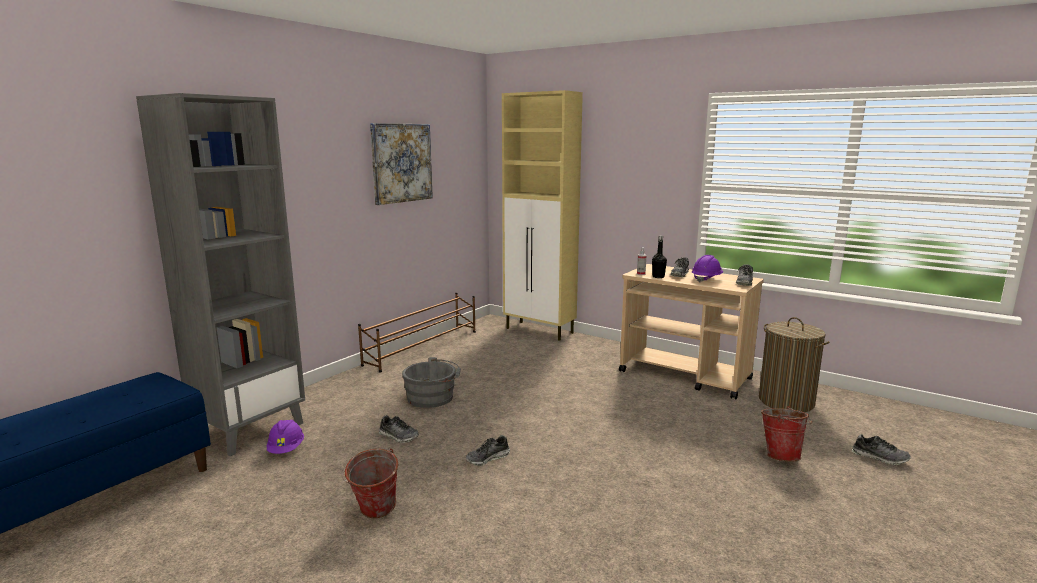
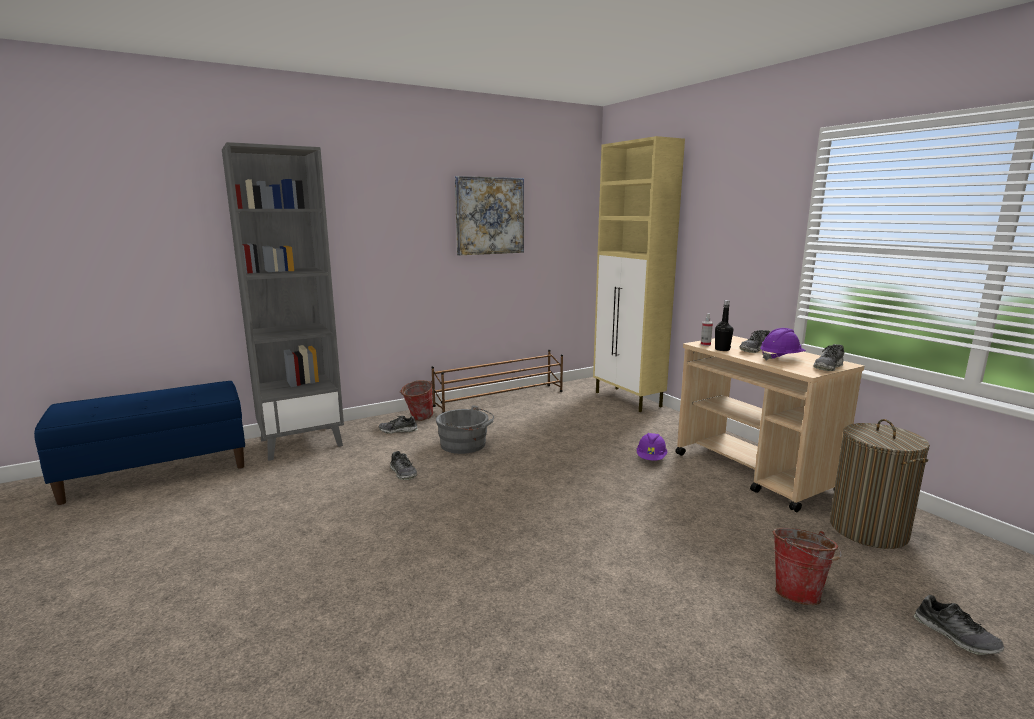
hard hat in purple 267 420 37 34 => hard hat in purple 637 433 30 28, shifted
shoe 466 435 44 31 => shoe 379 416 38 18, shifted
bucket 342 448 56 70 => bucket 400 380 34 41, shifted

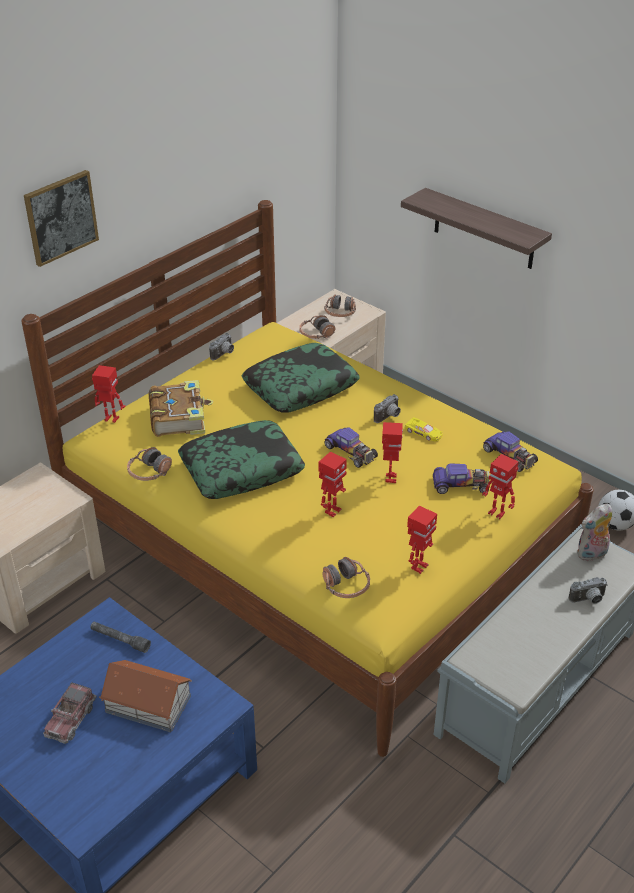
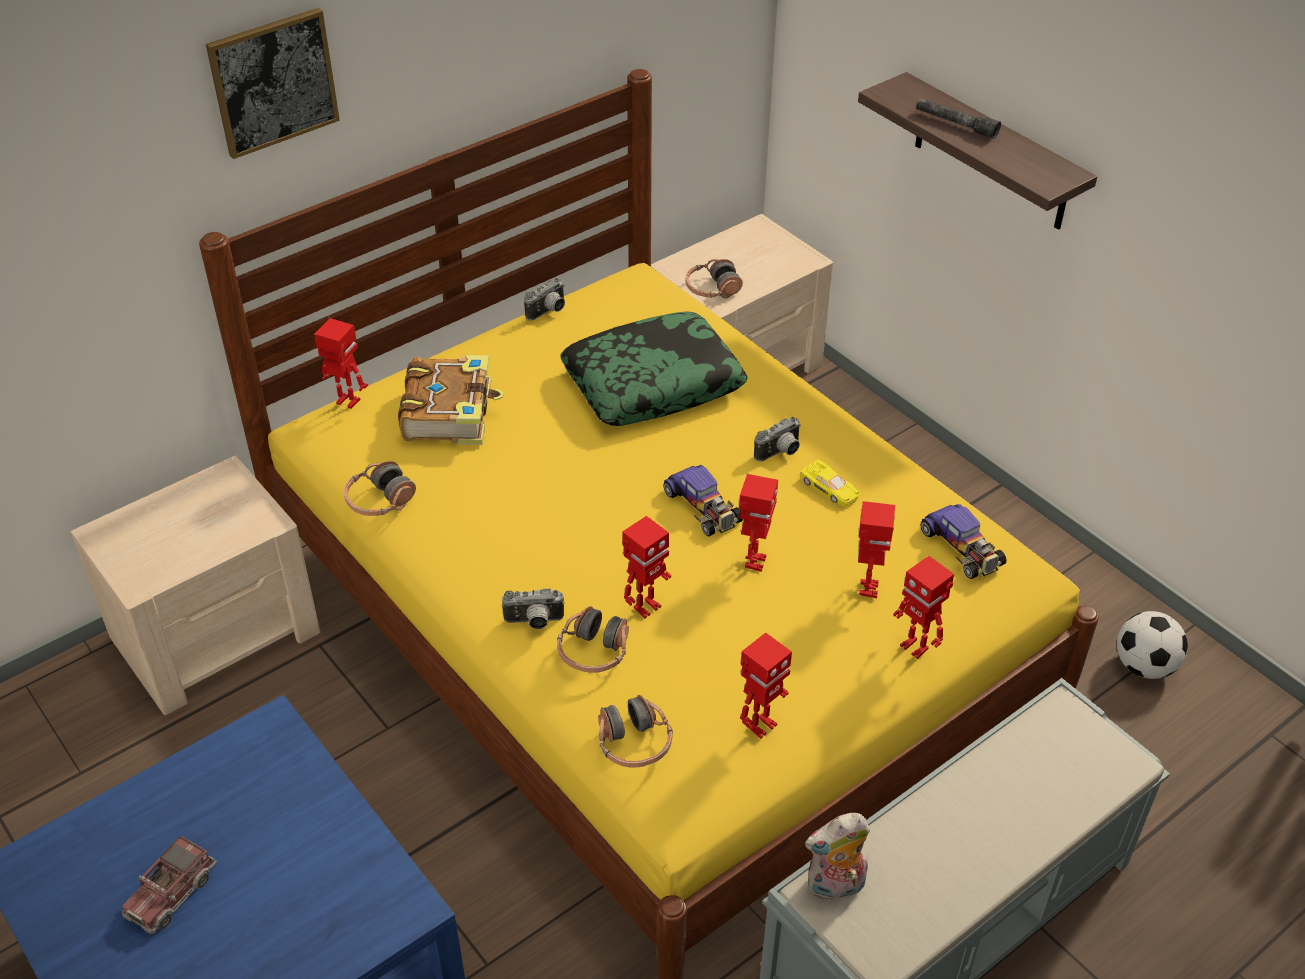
headphones 324 294 32 23 => headphones 557 606 72 67, shifted
pillow 178 420 127 79 => nothing
toy car 433 463 56 31 => toy robot 858 501 37 97
plush toy 577 503 35 58 => plush toy 805 813 65 88, shifted
photo camera 568 577 40 27 => photo camera 502 589 63 40, shifted
flashlight in grey 91 622 60 31 => flashlight in grey 916 98 85 41, shifted
toy house 99 660 93 72 => nothing

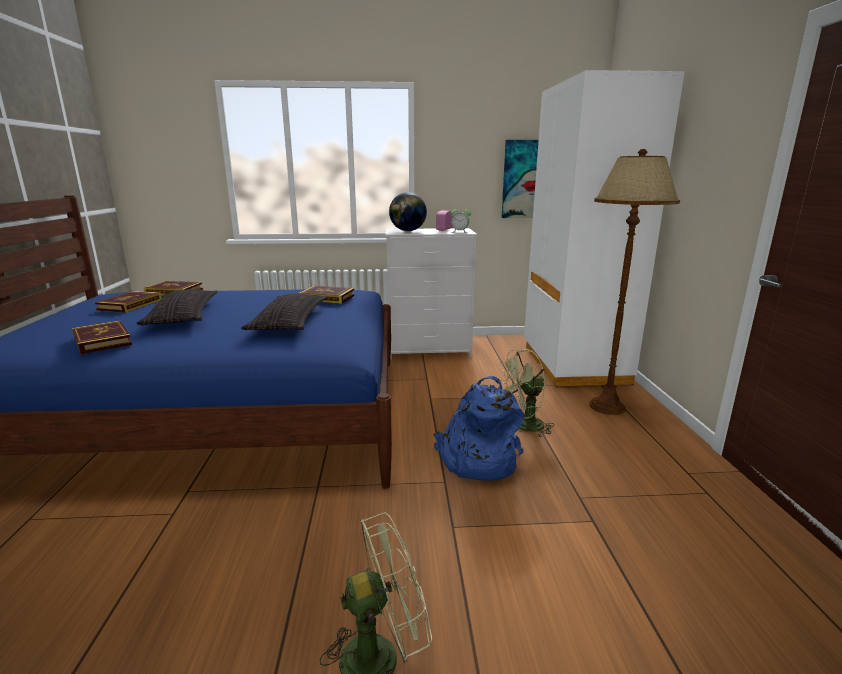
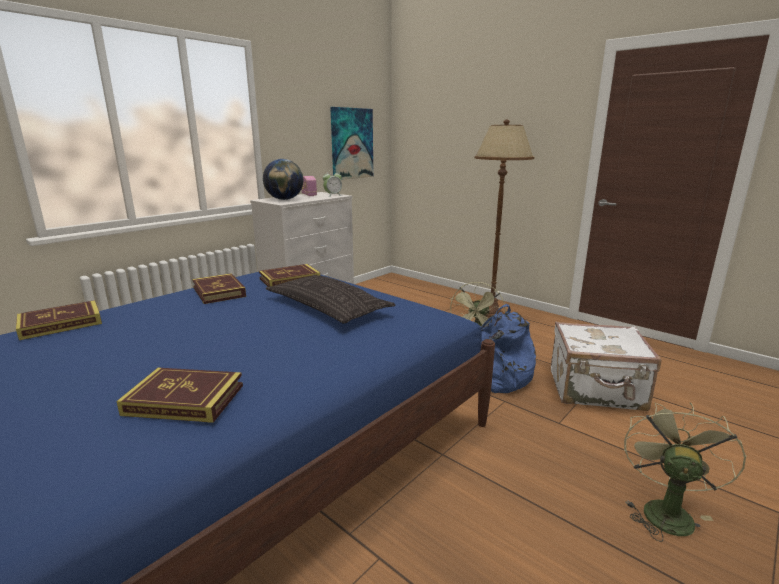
wardrobe in white 524 70 161 317 => nothing
pillow 136 289 81 36 => nothing
book 95 291 67 22 => book 192 273 54 31, shifted
nothing => suitcase in white 551 322 110 89

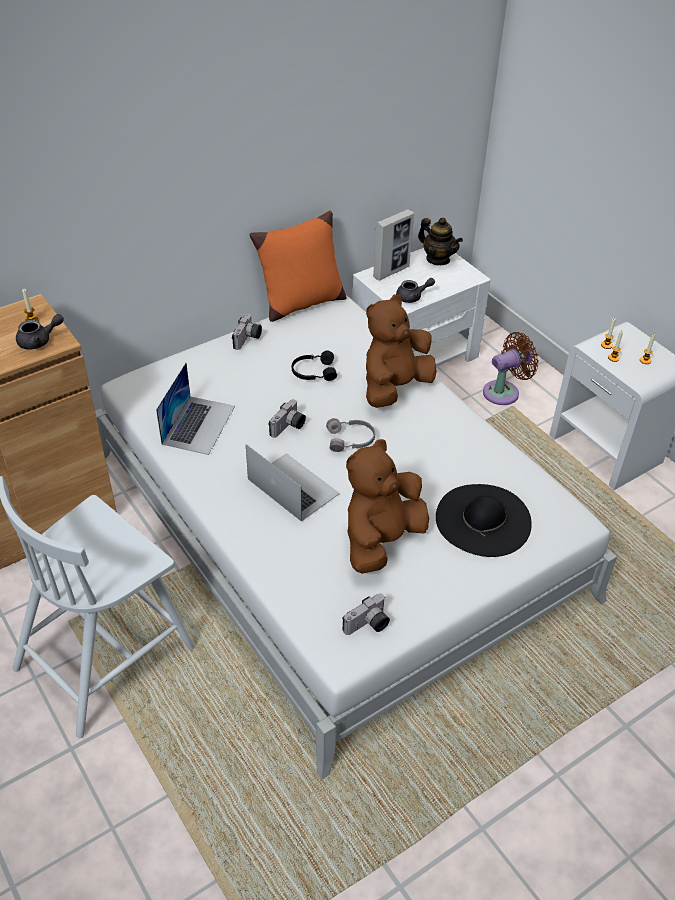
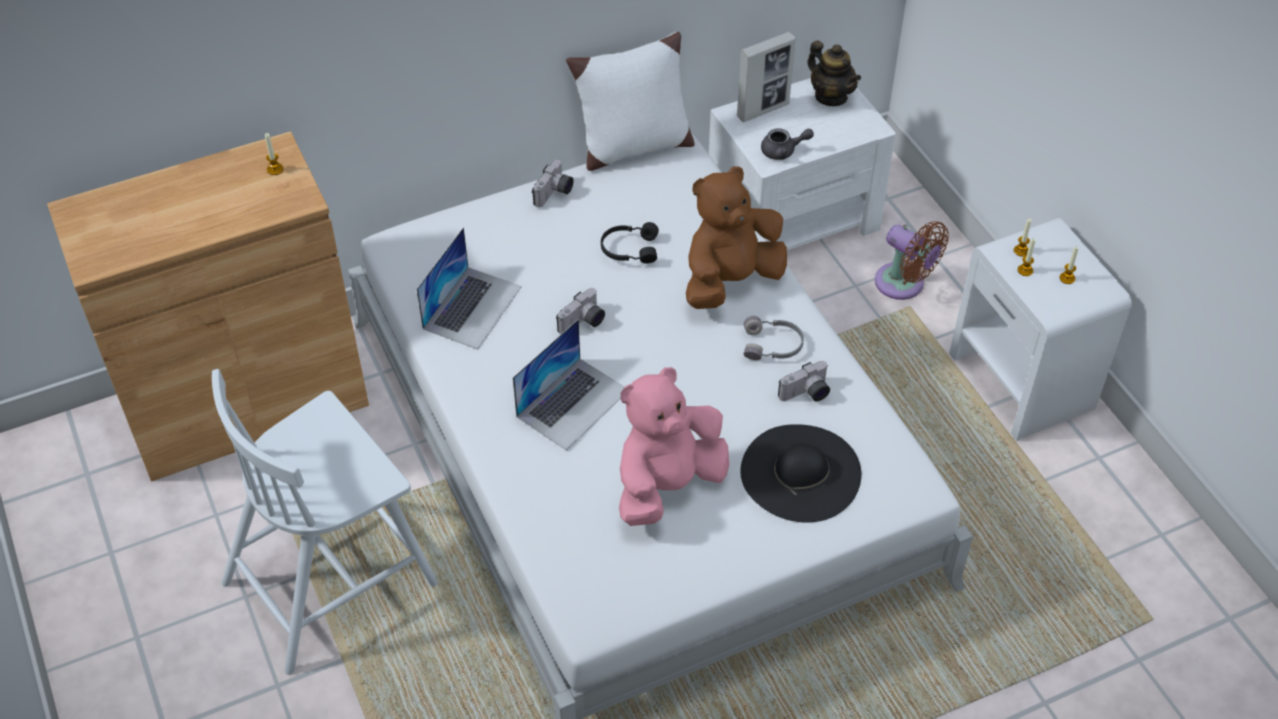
pillow in orange 249 210 98 112 => pillow in white 566 31 129 140
teapot in grey 16 314 48 36 => nothing
fan in brown 483 332 56 73 => fan in brown 875 221 74 79, 60 degrees clockwise
headphones in grey 326 418 49 34 => headphones in grey 744 316 60 44, shifted
plush toy in brown 346 439 83 135 => plush toy in pink 619 367 110 159
laptop 246 444 94 78 => laptop 513 319 111 131, 75 degrees clockwise
photo camera 342 593 48 42 => photo camera 778 361 52 40, shifted

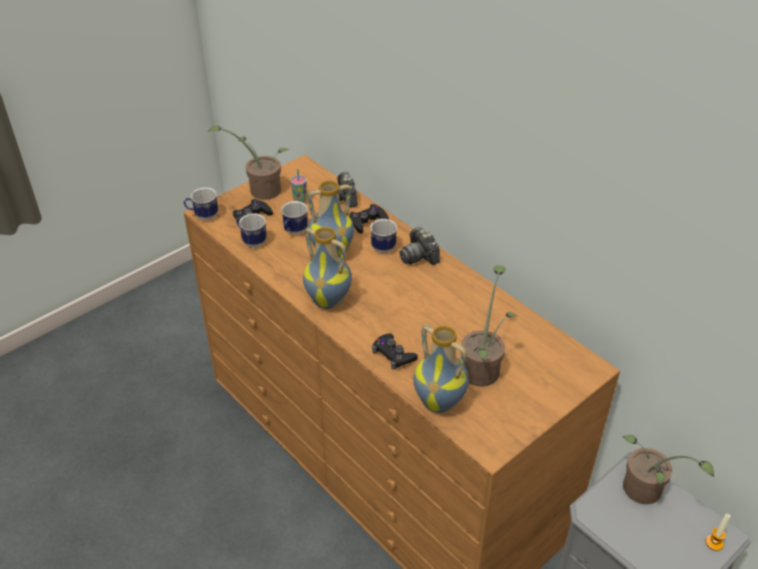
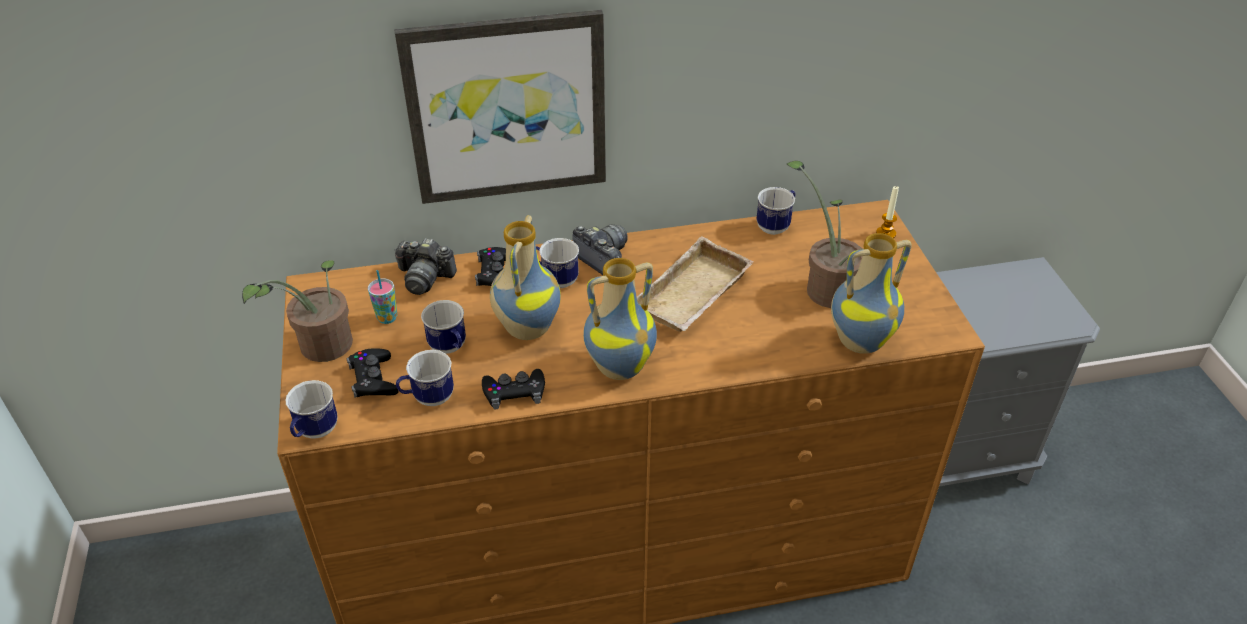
photo camera 400 227 40 38 => photo camera 572 224 56 51, 135 degrees counterclockwise
game controller in black 372 334 46 36 => game controller in black 482 369 63 41, shifted
potted plant 623 435 91 69 => nothing
candle 706 514 24 37 => candle 876 186 23 52, shifted
nothing => picture 395 10 211 194
nothing => mug 756 187 40 48
nothing => tray in beige 637 236 117 96

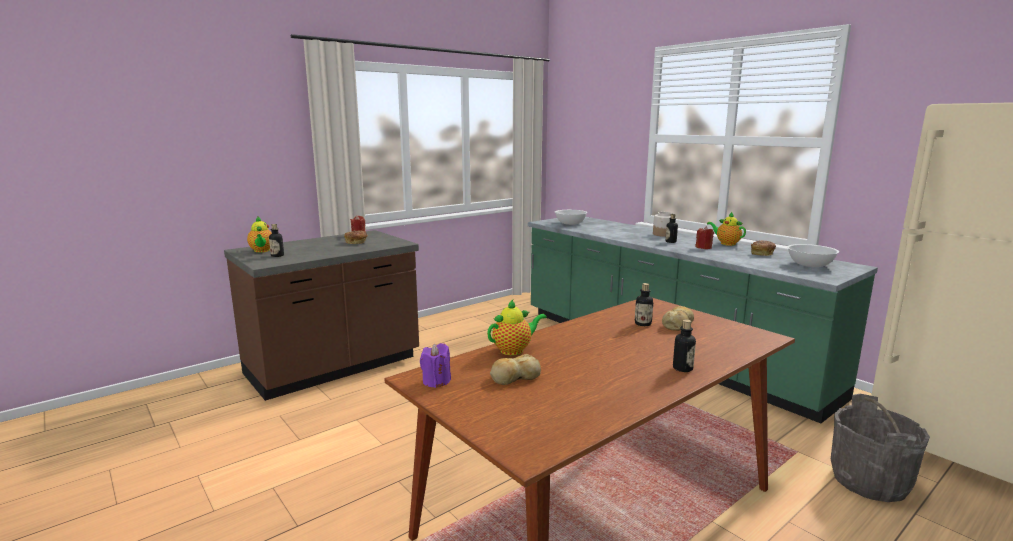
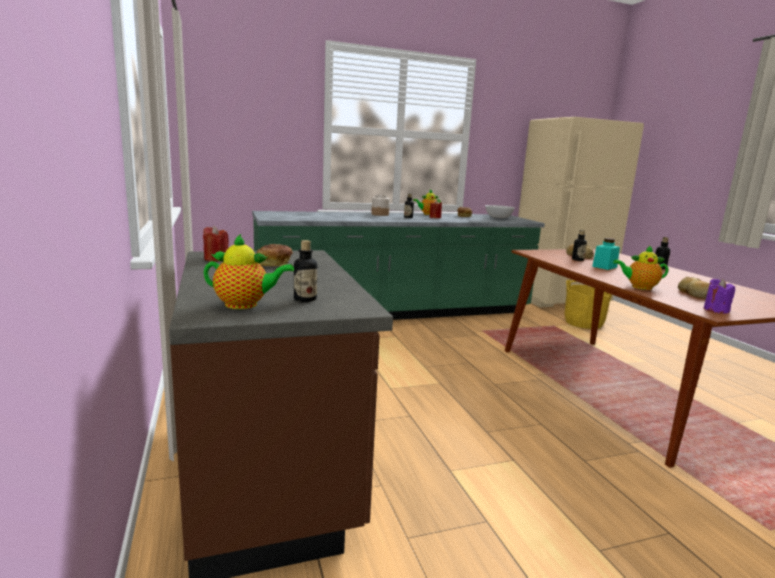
bowl in white 555 210 33 15 => nothing
teapot 487 300 60 55 => teapot 613 245 56 45, 75 degrees counterclockwise
bucket in grey 831 394 99 108 => bucket in yellow 564 279 48 50
nothing => jar in turquoise 592 238 28 32

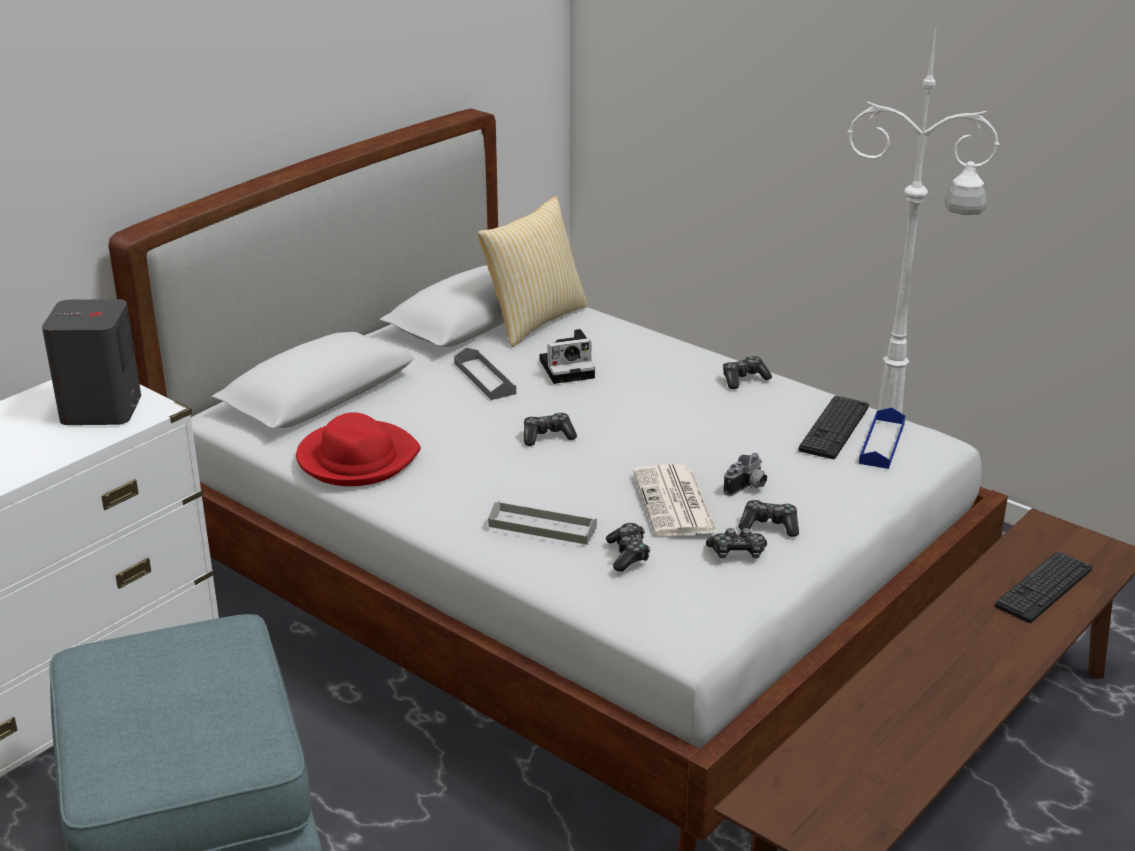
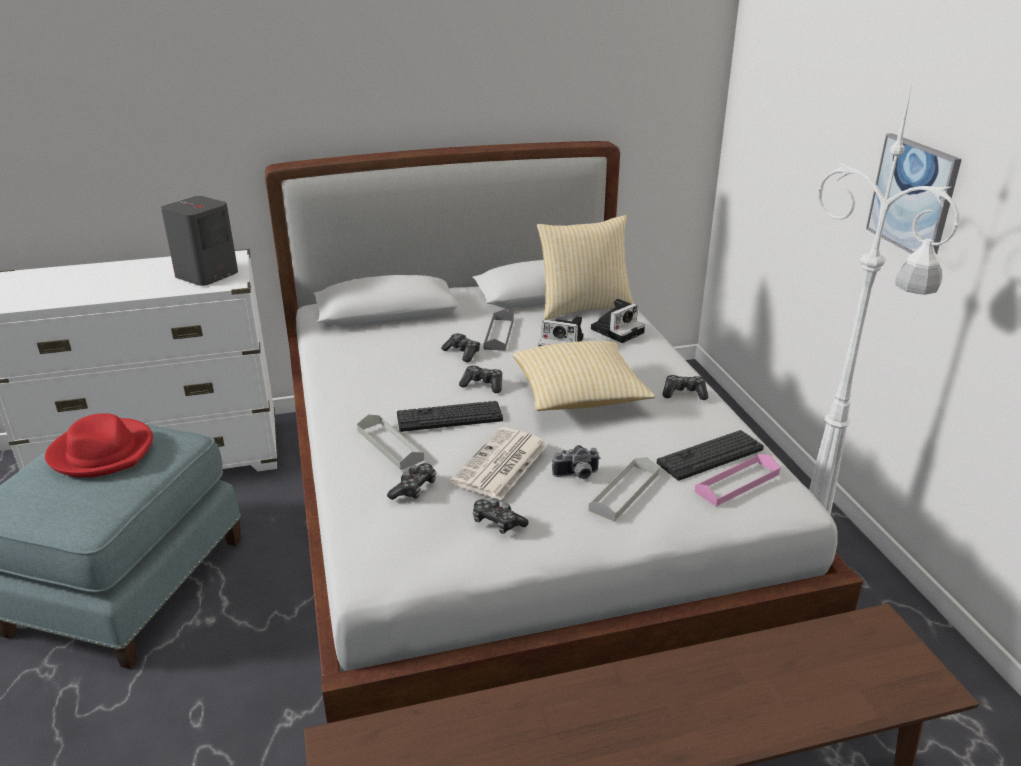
tray in blue 859 407 46 62 => tray in pink 695 454 85 52
hat in red 296 413 125 73 => hat in red 45 413 108 65, shifted
game controller 739 500 60 37 => game controller 441 333 39 29, shifted
keyboard 995 551 97 72 => keyboard 397 401 106 31, shifted
nothing => picture 866 133 96 121
nothing => photo camera 591 299 54 44
nothing => pillow 513 341 142 70
nothing => tray in grey 589 457 70 65

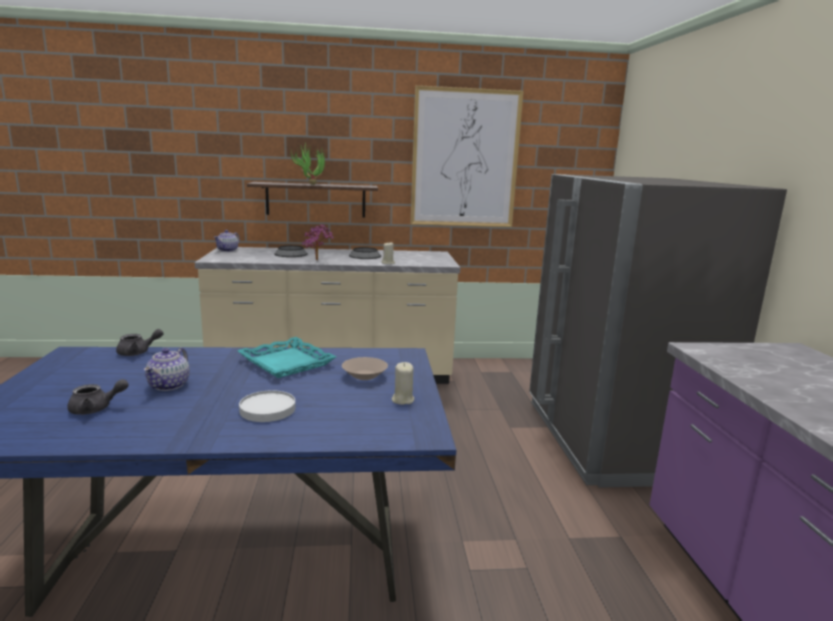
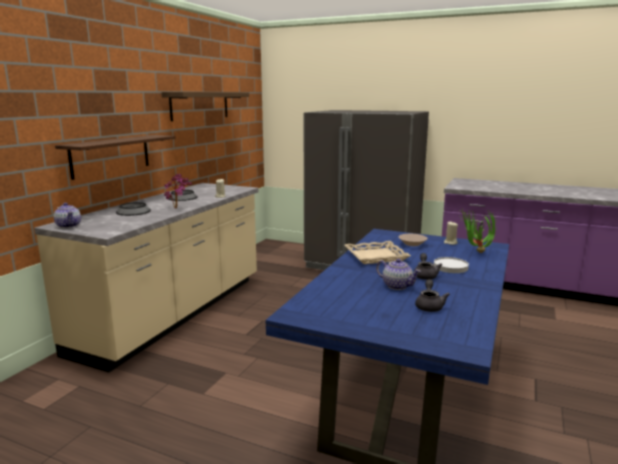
picture 411 85 113 142 => shelf 161 92 88 29
potted plant 290 142 35 43 => potted plant 459 209 38 44, shifted
teapot in grey 116 329 48 27 => teapot in grey 414 253 29 27, shifted
tray in turquoise 238 337 98 41 => tray in beige 345 241 66 23

